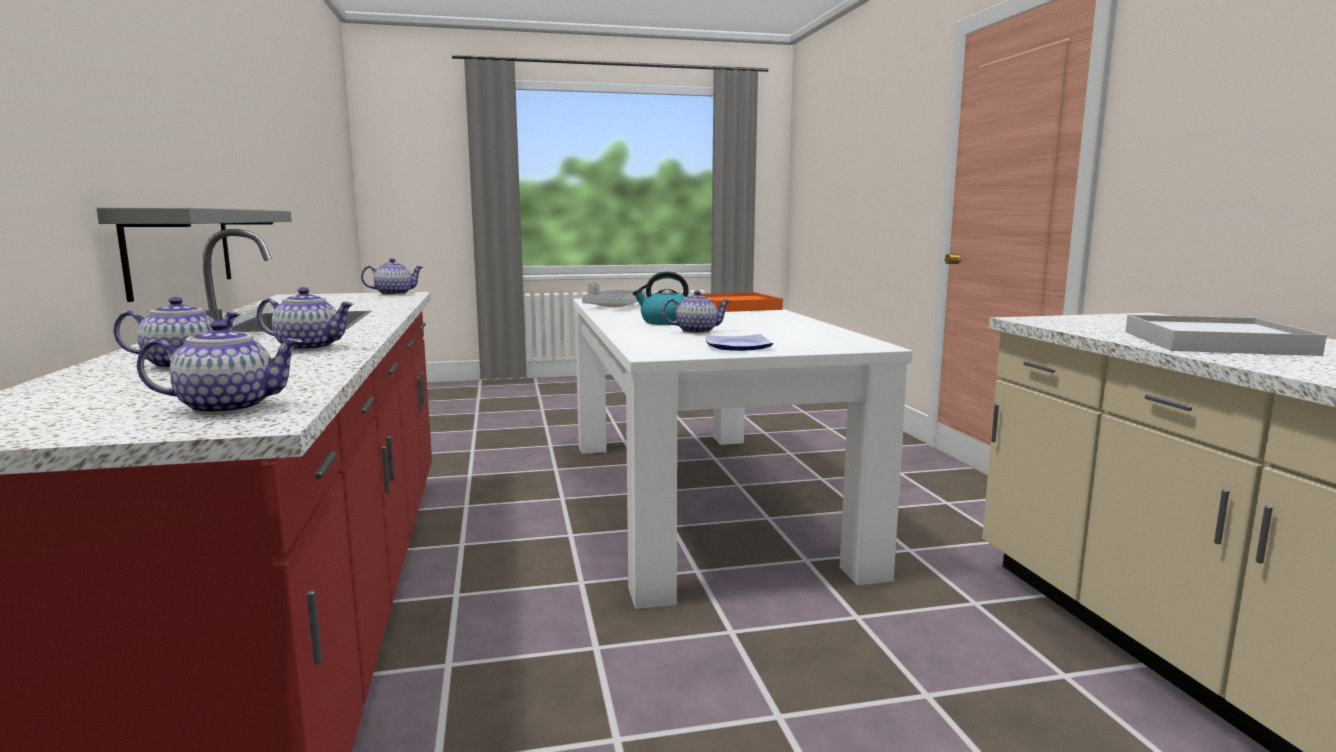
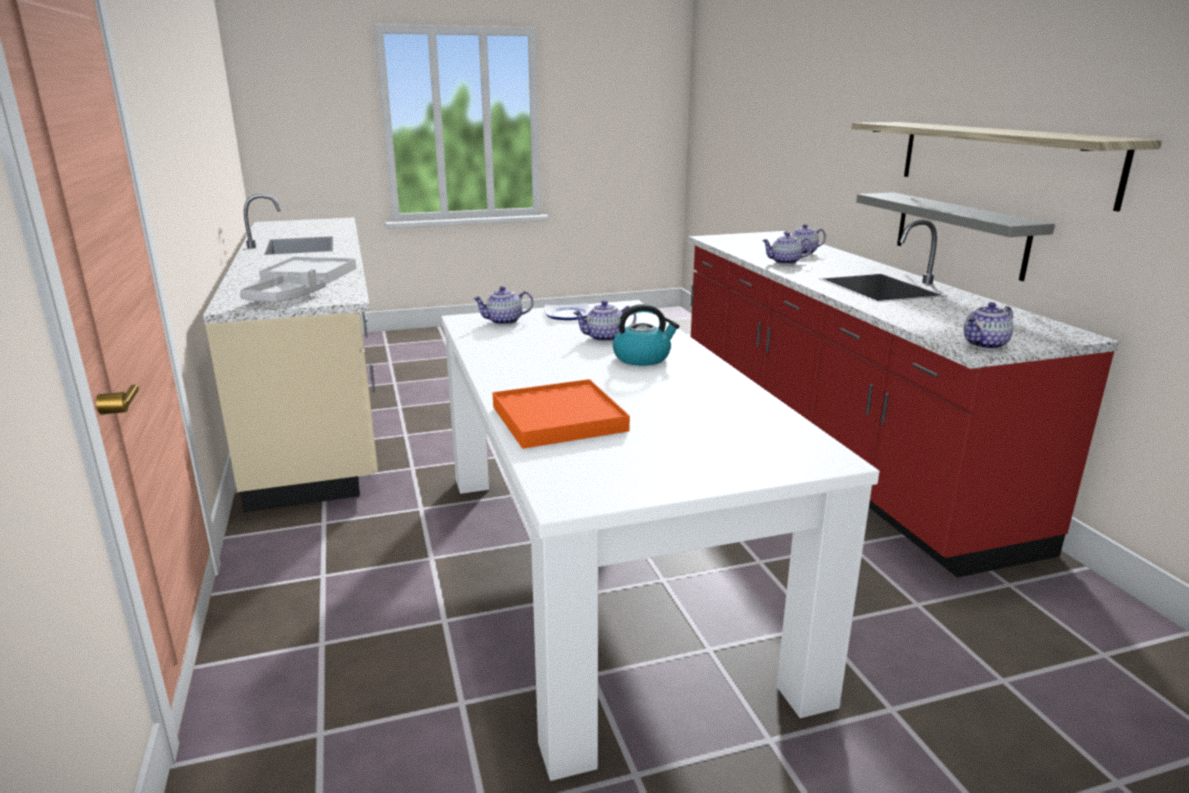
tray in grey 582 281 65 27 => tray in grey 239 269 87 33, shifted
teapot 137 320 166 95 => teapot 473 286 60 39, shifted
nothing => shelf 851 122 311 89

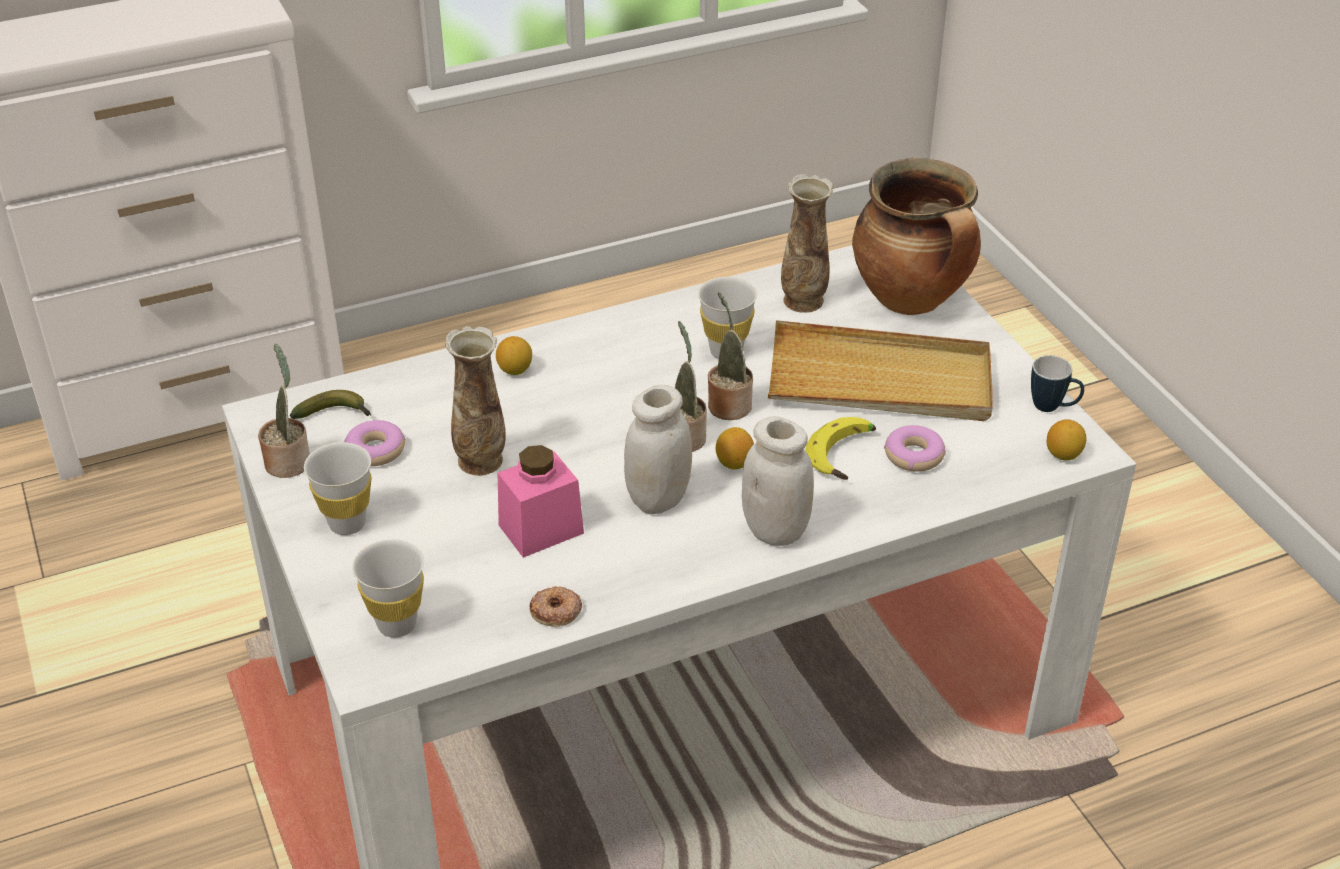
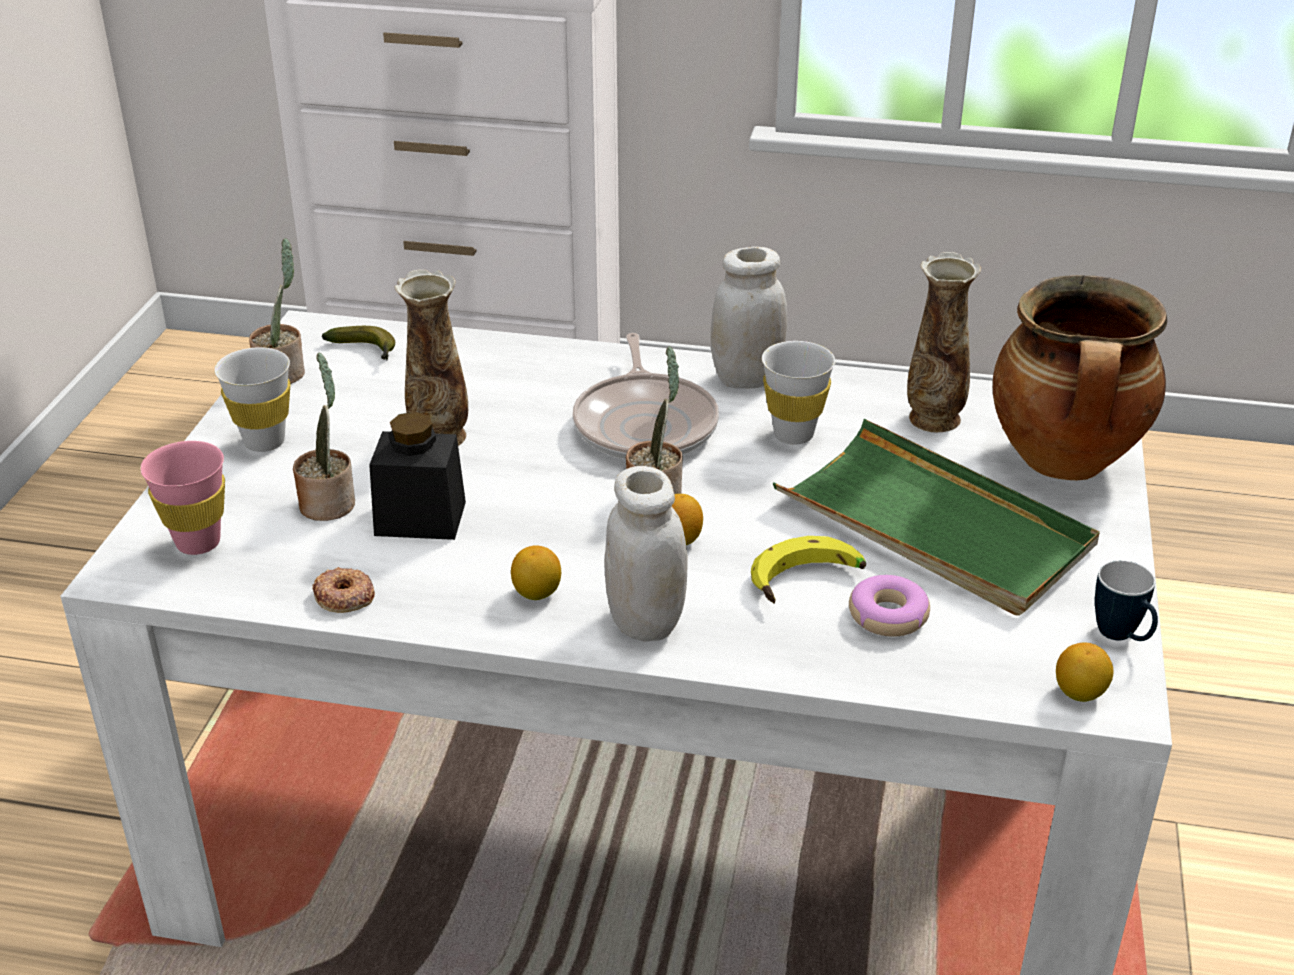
potted plant 708 292 45 128 => potted plant 293 352 62 169, shifted
tray in beige 768 320 225 101 => tray in green 773 419 327 197
lemon 496 336 36 39 => lemon 511 545 50 55, shifted
jar in white 624 385 68 130 => jar in white 711 247 77 141, shifted
donut 344 420 61 46 => nothing
jar in pink 498 445 86 113 => jar in black 369 412 97 128
cup in white 352 539 72 99 => cup in pink 140 441 85 114
nothing => frying pan 573 333 146 126

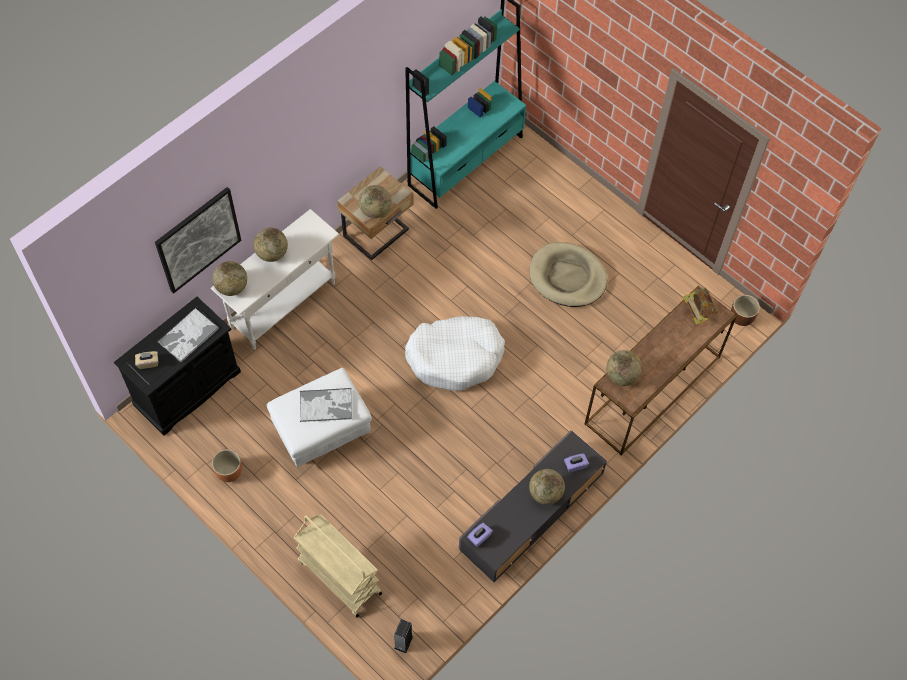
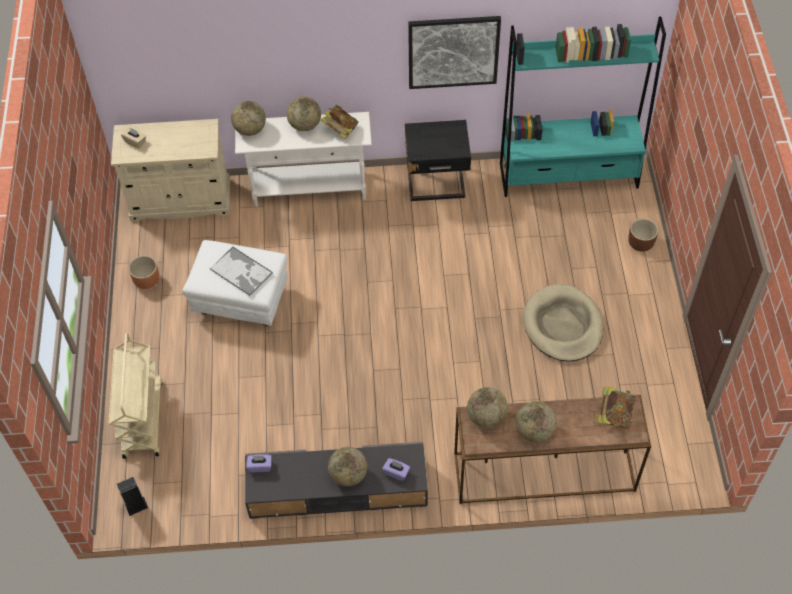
nightstand in beige 337 166 77 95 => nightstand in black 405 120 66 81
globe 359 185 32 33 => globe 516 401 41 41, shifted
picture 155 187 86 107 => picture 408 16 93 73, shifted
planter in brown 731 295 29 31 => planter in brown 628 218 30 34, shifted
cabinet in black 114 297 127 139 => cabinet in beige 111 119 119 103
tray 158 308 61 54 => nothing
dog bed in white 405 316 100 75 => nothing
nothing => book 321 105 38 34

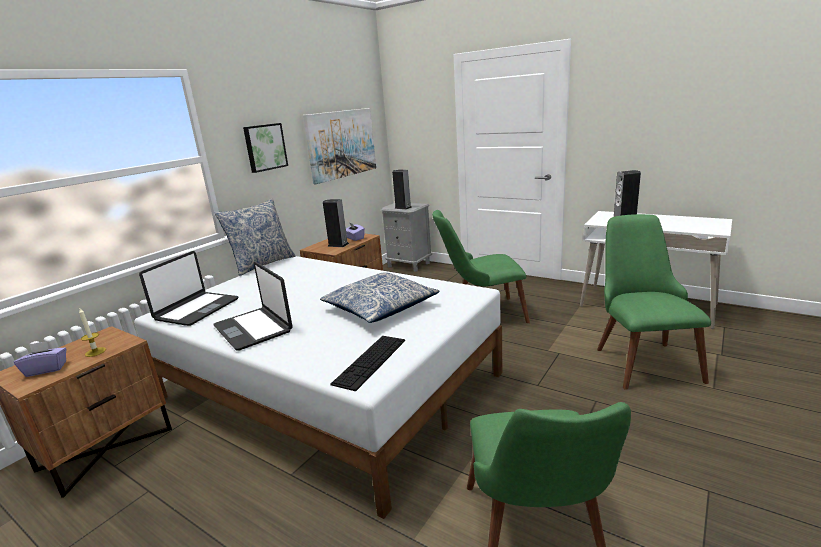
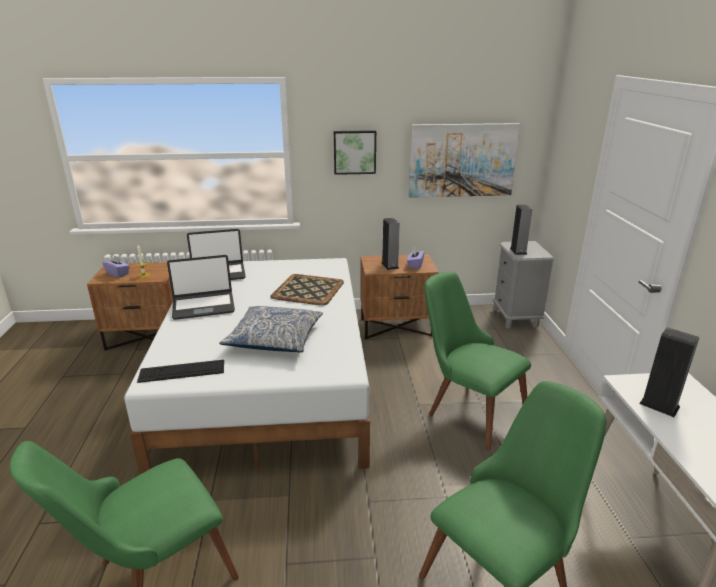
pillow 215 198 81 78 => nothing
laptop 213 262 80 89 => laptop 167 255 68 65, 120 degrees counterclockwise
nothing => tray 270 274 74 32

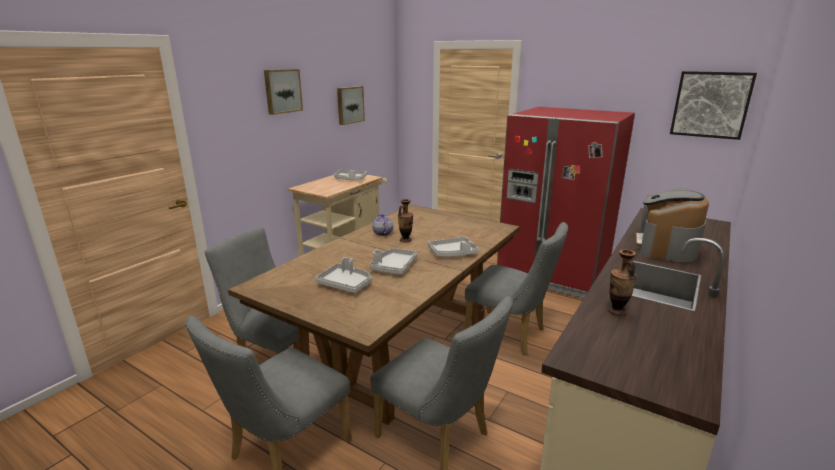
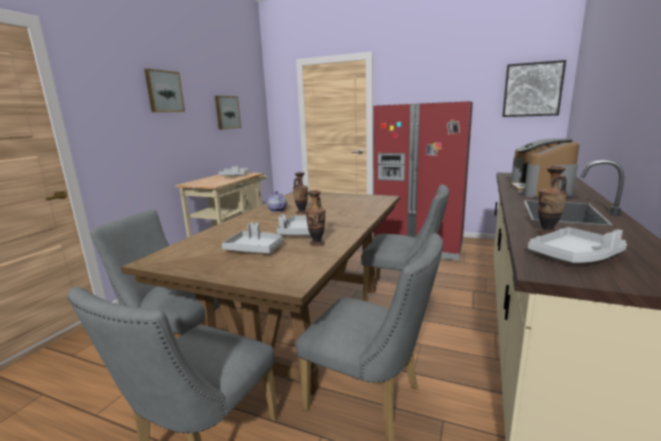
tray in grey 428 237 51 20 => tray in grey 528 227 99 36, shifted
nothing => vase 306 190 19 56

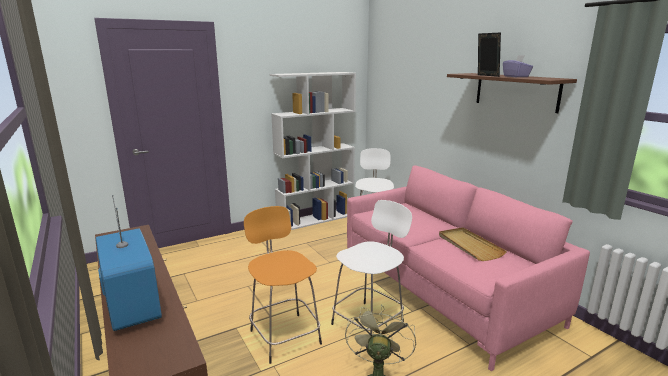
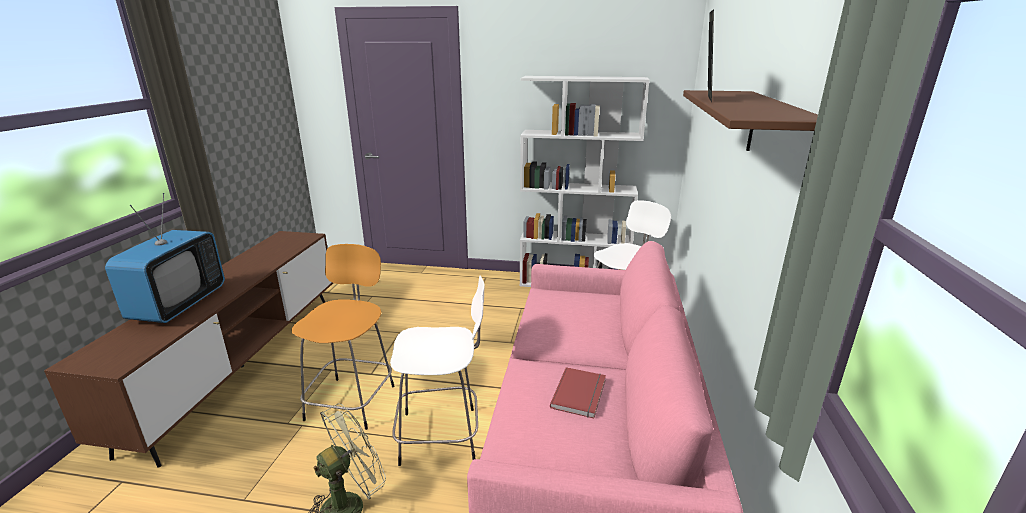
tissue box in purple 503 55 30 22 => nothing
tray in beige 439 227 68 34 => book in red 550 367 56 51

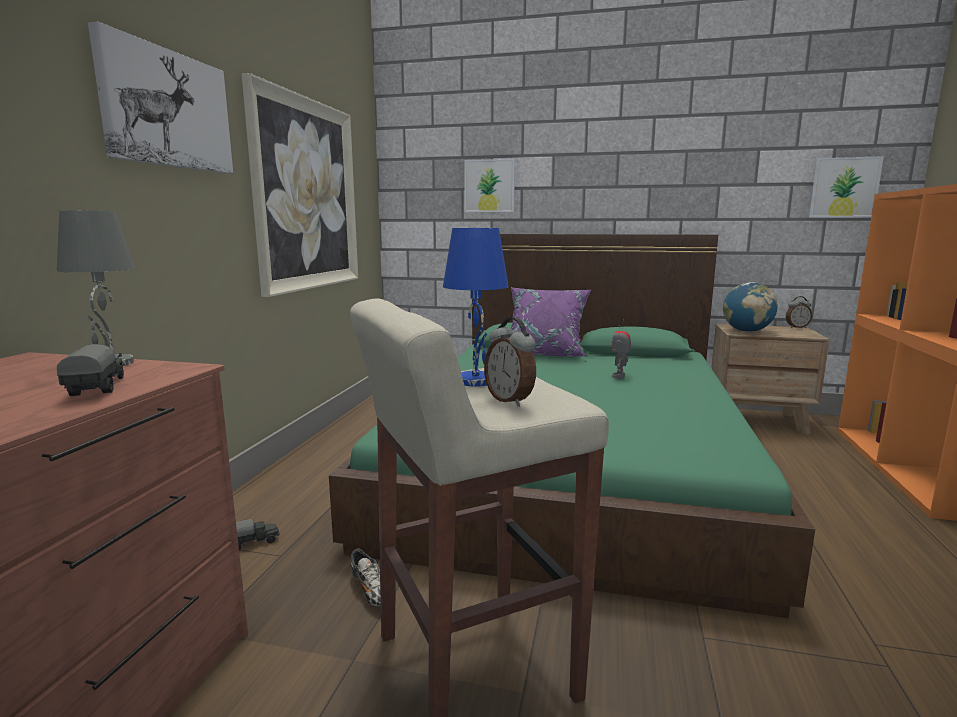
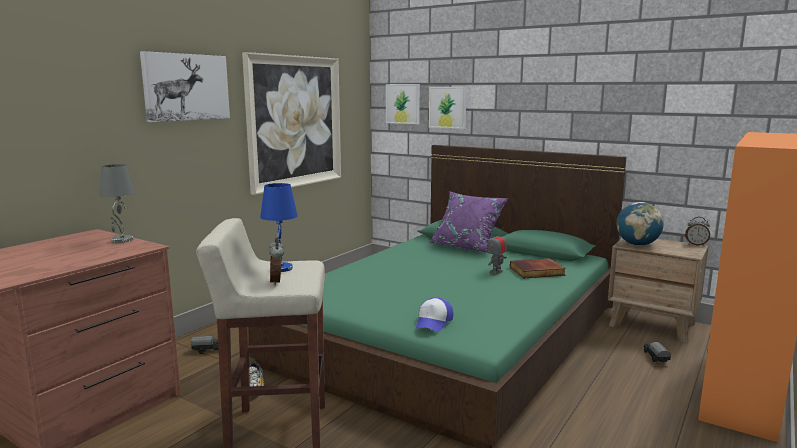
picture 809 156 75 62 => picture 386 84 34 40, shifted
toy truck 57 344 67 52 => toy truck 643 342 28 20, shifted
nothing => book 510 258 56 20
nothing => cap 416 297 37 35

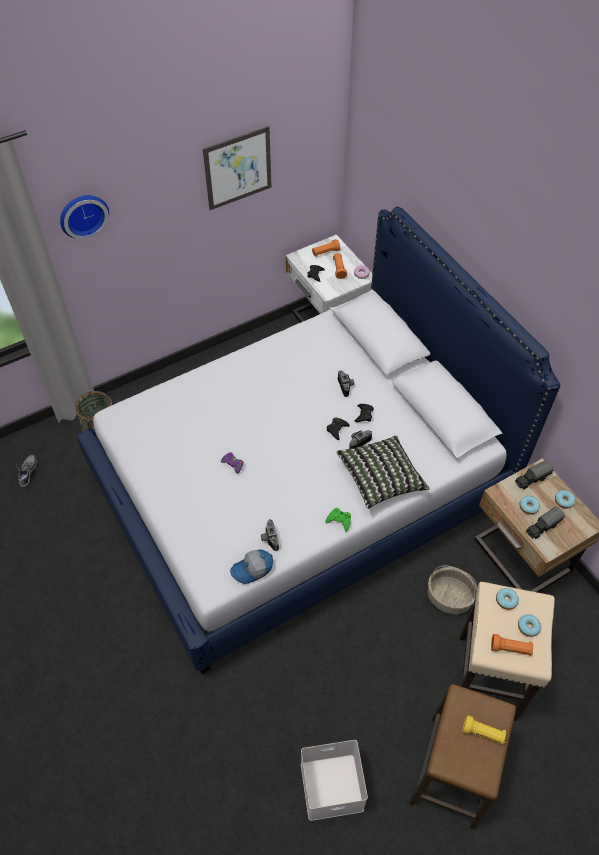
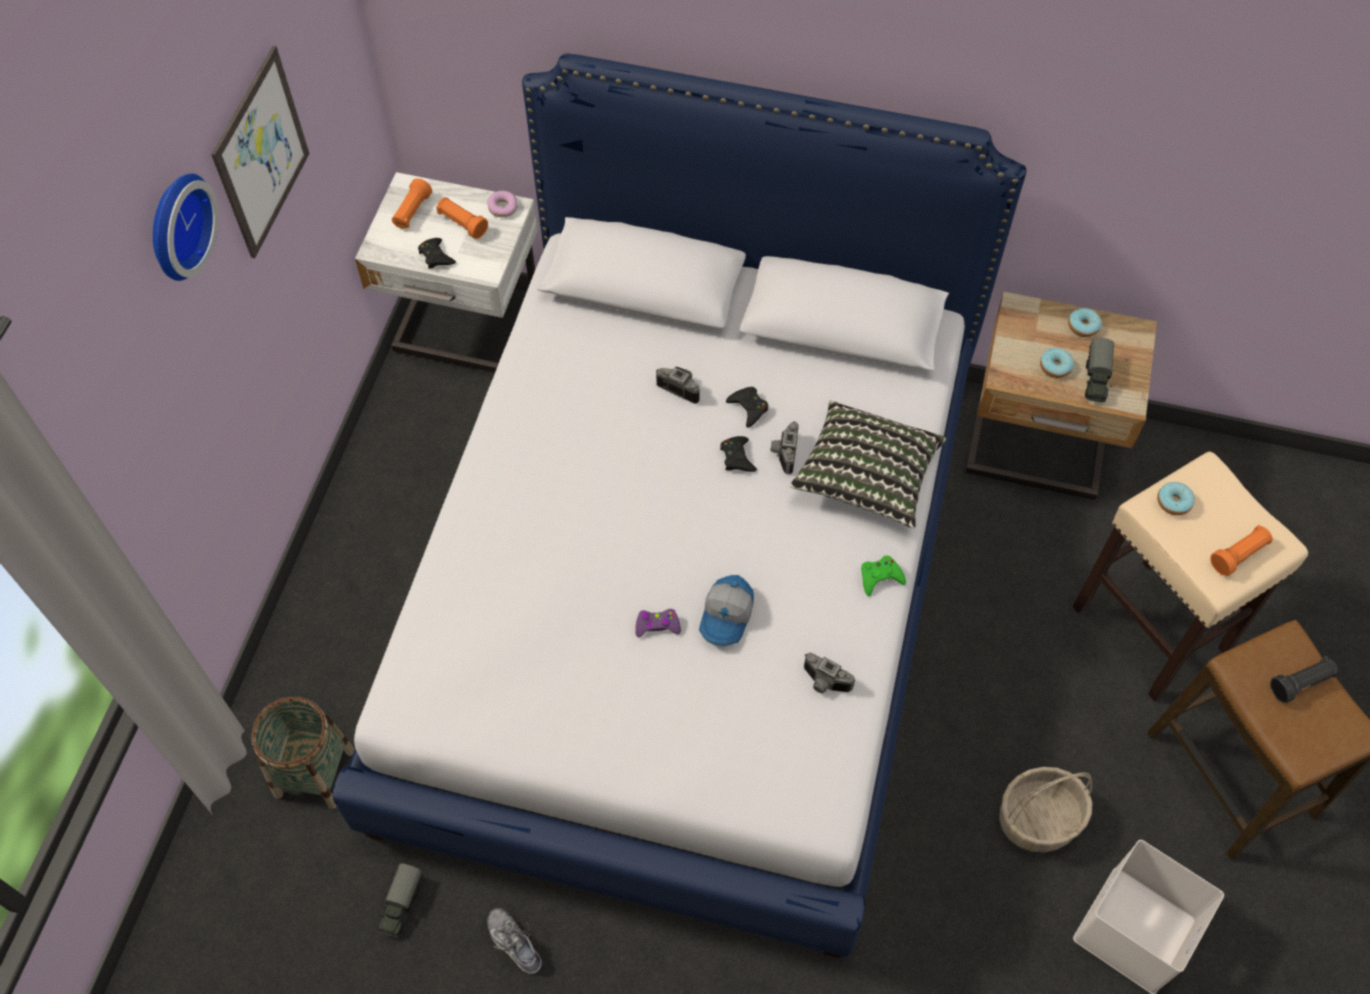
wall clock 60 195 49 45 => wall clock 153 174 65 107, shifted
shoe 16 455 21 32 => shoe 487 908 55 66, shifted
toy truck 515 460 38 29 => toy truck 379 863 44 75, shifted
cap 230 549 43 35 => cap 699 575 55 71, shifted
basket 428 565 49 49 => basket 999 767 94 85, shifted
donut 518 614 23 23 => nothing
flashlight in yellow 462 715 44 30 => flashlight in black 1270 656 68 47

